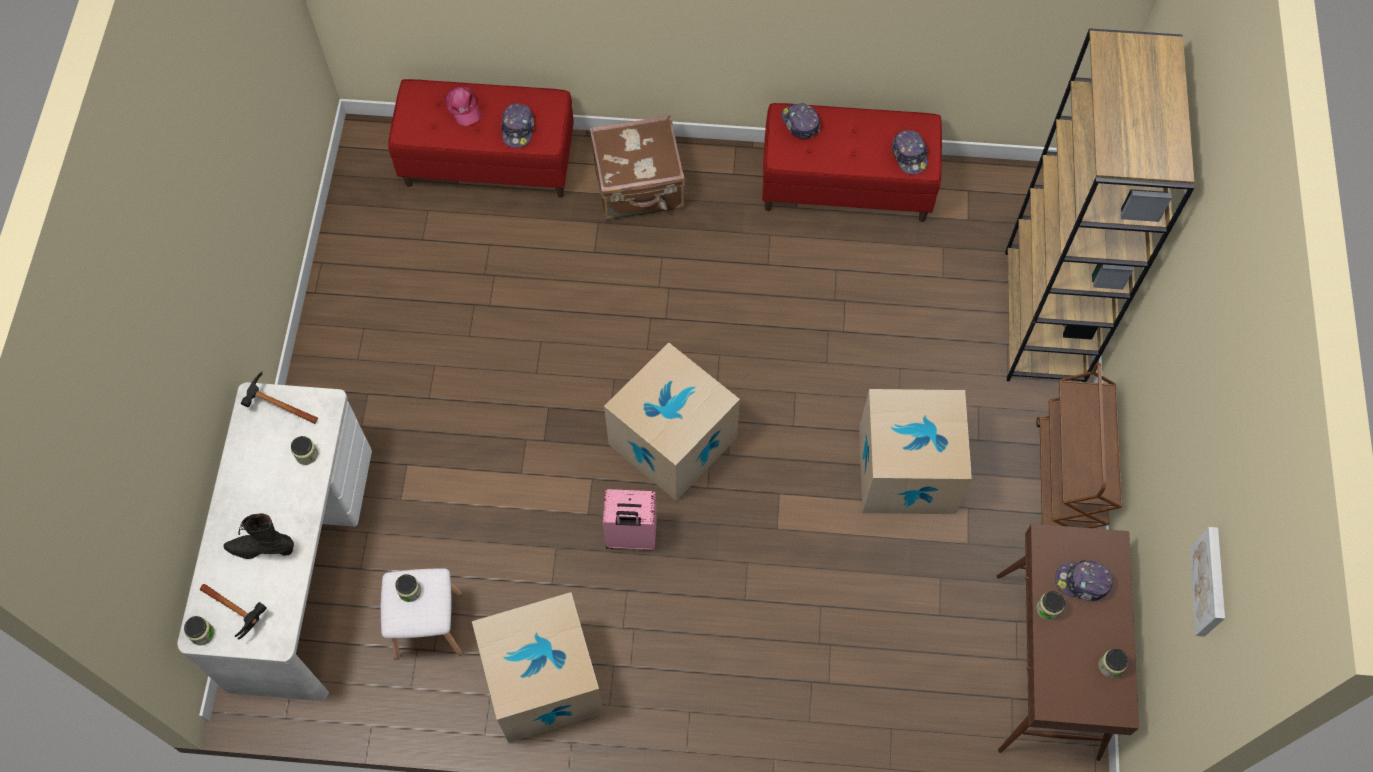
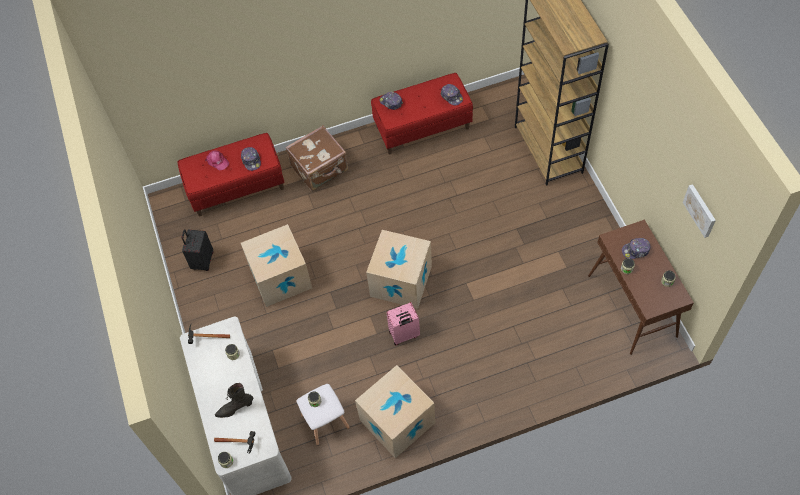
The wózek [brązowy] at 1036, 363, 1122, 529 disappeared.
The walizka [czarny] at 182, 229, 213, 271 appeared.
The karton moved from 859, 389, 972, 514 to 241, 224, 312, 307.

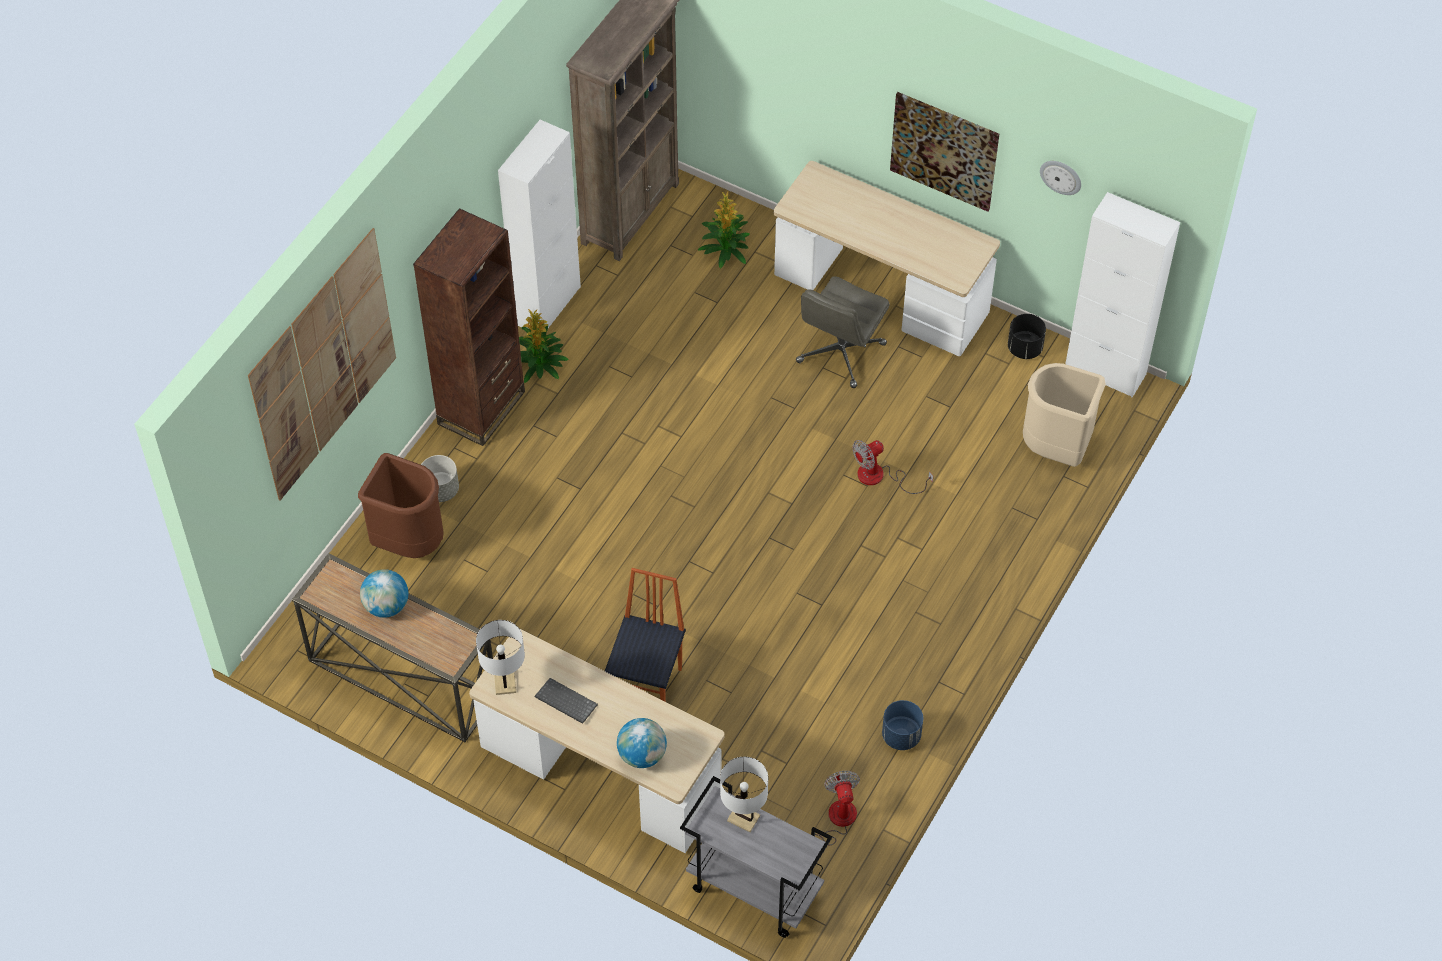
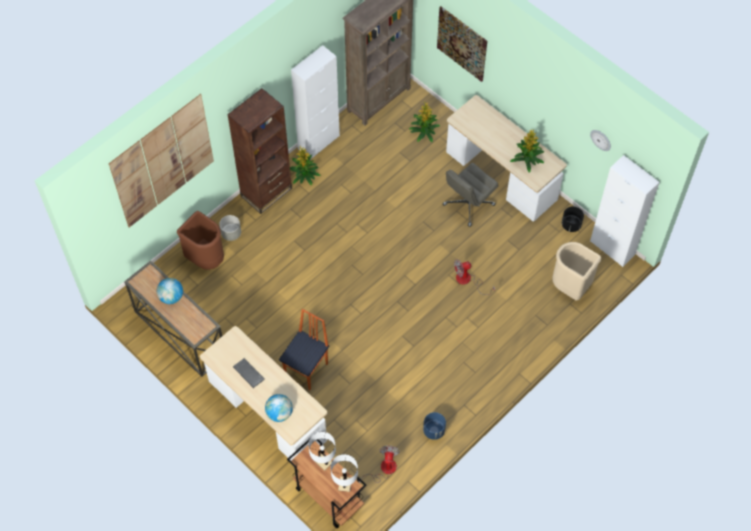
The roślina doniczkowa at 510, 130, 544, 173 appeared.
The lampa stołowa [biały] moved from 476, 620, 525, 695 to 331, 454, 358, 492.
The obraz moved from 890, 92, 999, 212 to 437, 6, 487, 82.
The wózek [szary] at 680, 776, 832, 938 became the wózek [brązowy] at 287, 439, 367, 528.

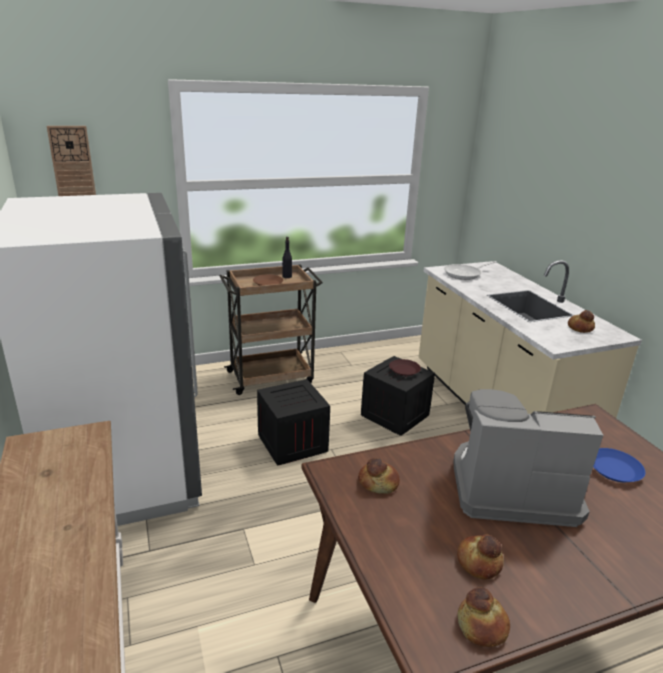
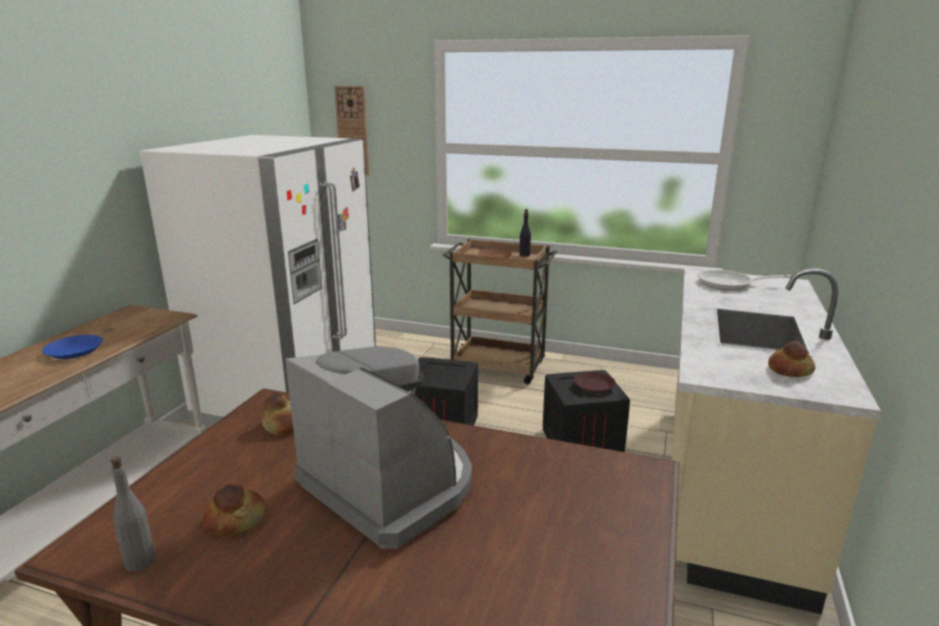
The talerz [niebieski] moved from 593, 448, 645, 482 to 42, 335, 103, 359.
The chleb at 458, 587, 510, 647 was replaced by the butelka [szary] at 111, 456, 156, 572.

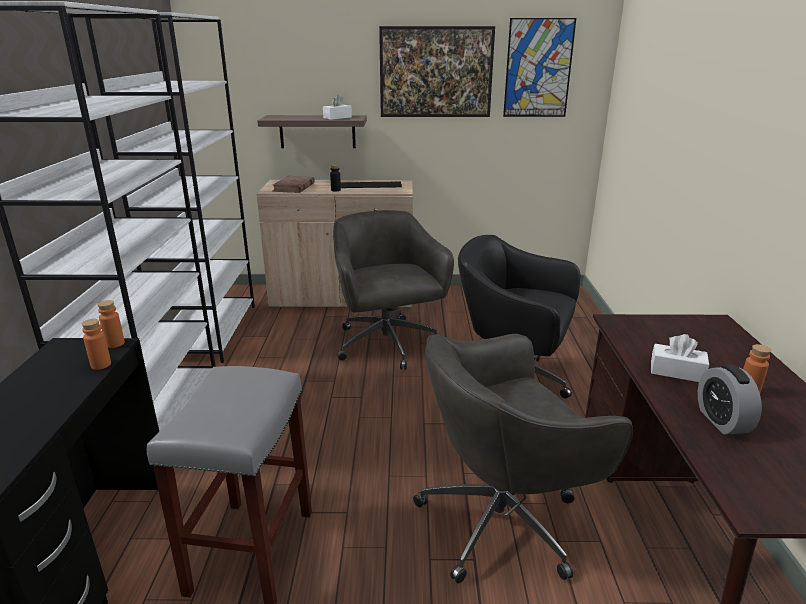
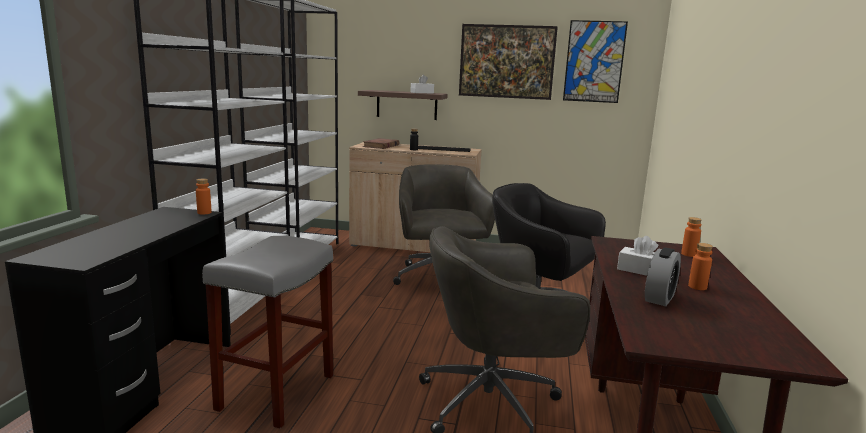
The butelka [pomarańczowy] moved from 82, 319, 111, 370 to 681, 217, 702, 257.
The budzik at 698, 364, 762, 434 turned 150 degrees counterclockwise.

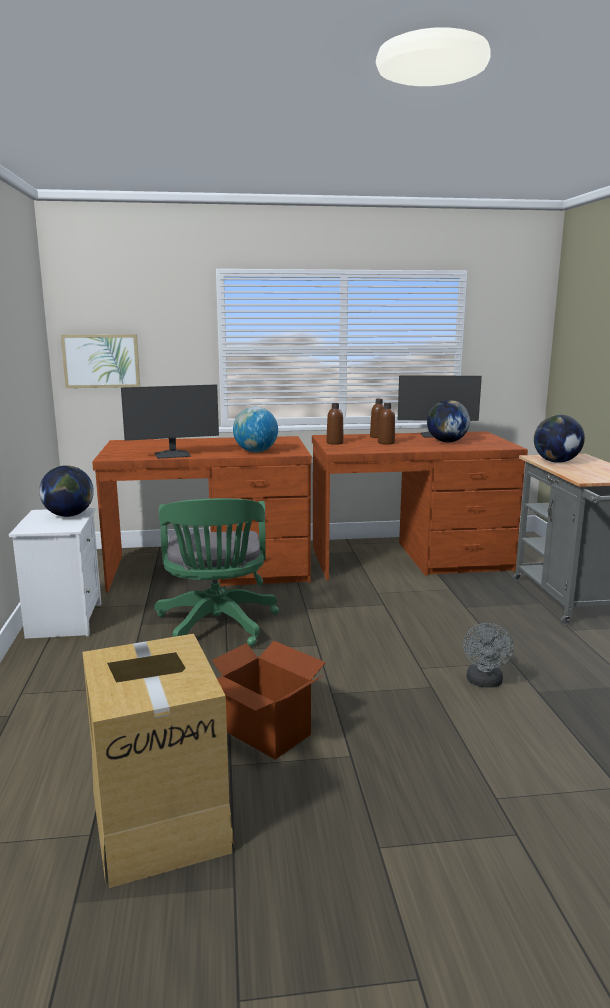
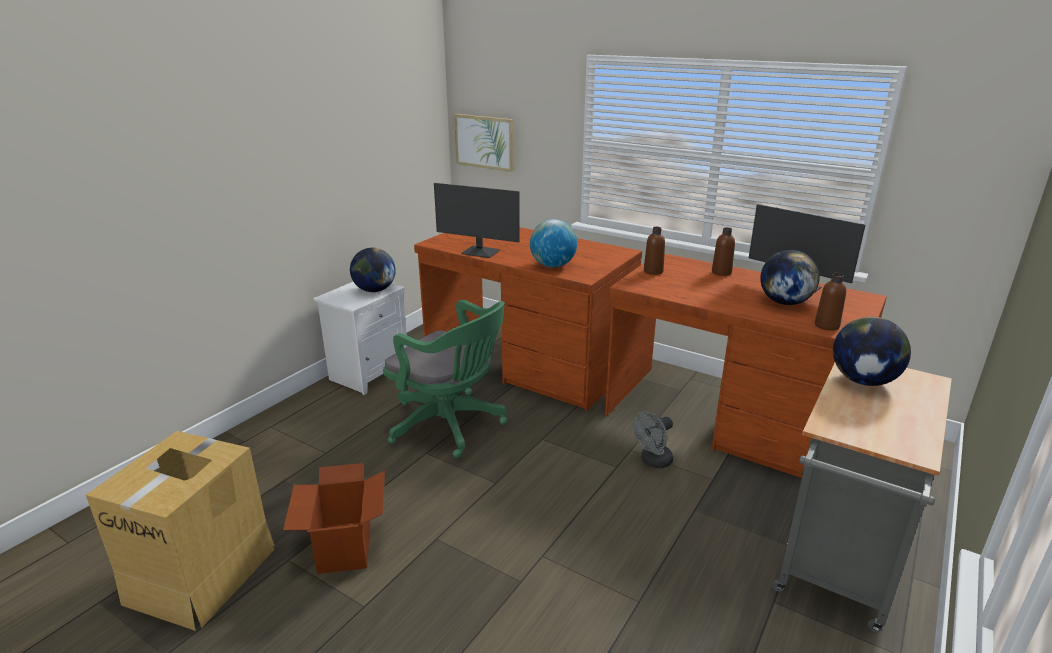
The butelka [brązowy] moved from 378, 403, 395, 445 to 815, 273, 846, 331.
The wentylator [szary] moved from 463, 623, 514, 688 to 633, 411, 673, 468.
The krzesło biurowe [zielony] at 155, 498, 279, 646 turned 90 degrees counterclockwise.

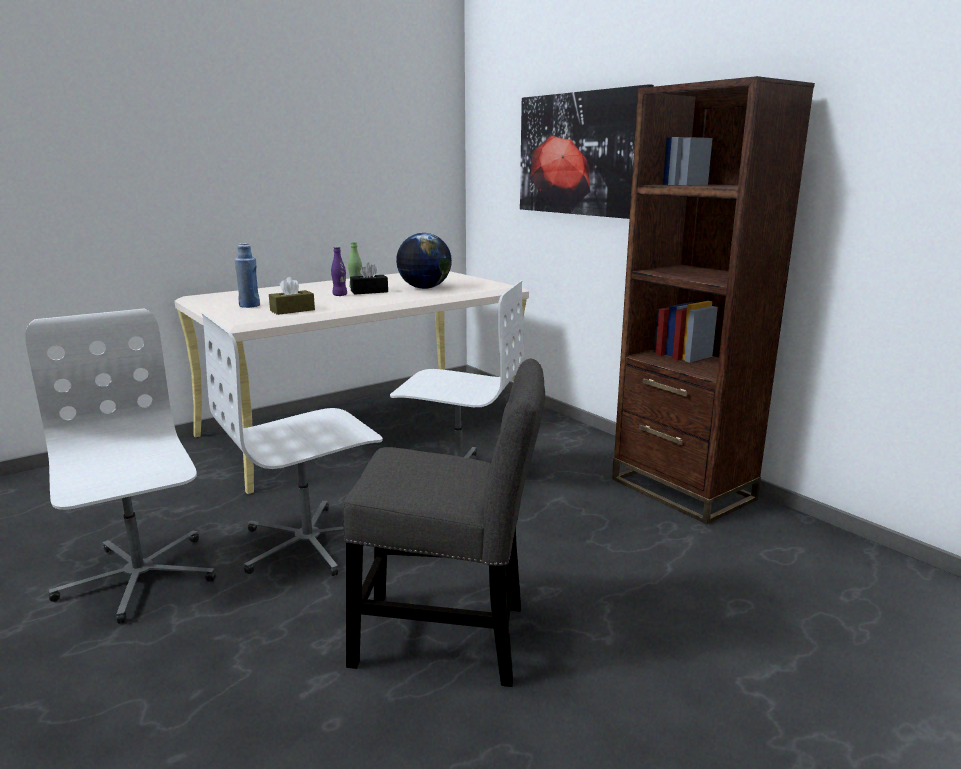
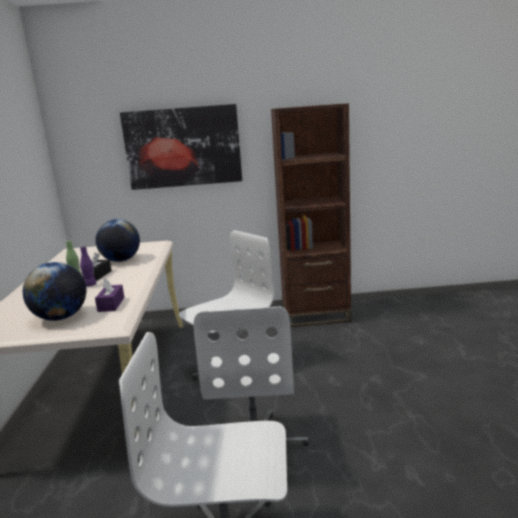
The krzesło [szary] at 343, 358, 545, 687 disappeared.
The butelka [niebieski] at 235, 243, 260, 308 was replaced by the globus at 23, 262, 87, 321.
The pudełko chusteczek [brązowy] at 269, 277, 315, 315 became the pudełko chusteczek [fioletowy] at 95, 278, 124, 312.

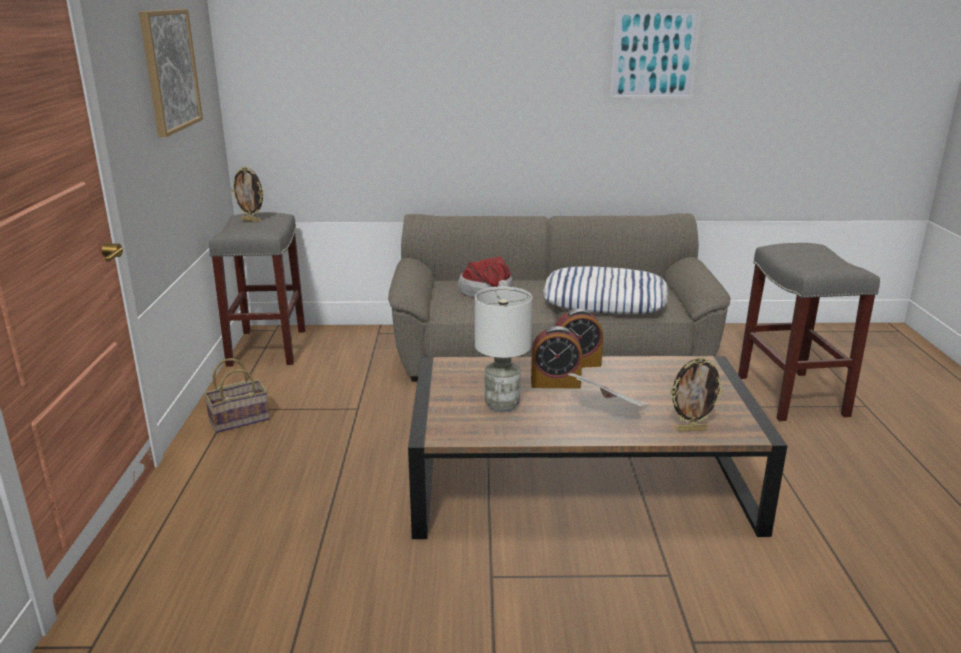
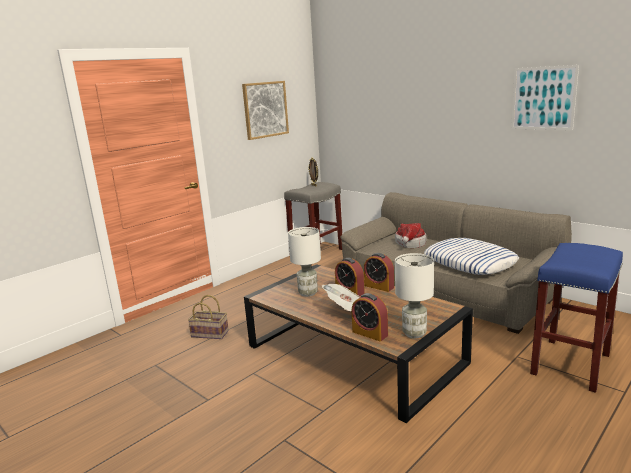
The lampa stołowa [biały] at 395, 253, 434, 338 appeared.
The koszyk moved from 204, 358, 270, 433 to 188, 295, 229, 339.
The ramka na zdjęcie at 670, 357, 724, 431 was replaced by the budzik at 352, 293, 388, 341.
The stołek [szary] at 738, 243, 880, 421 became the stołek [niebieski] at 530, 243, 623, 393.

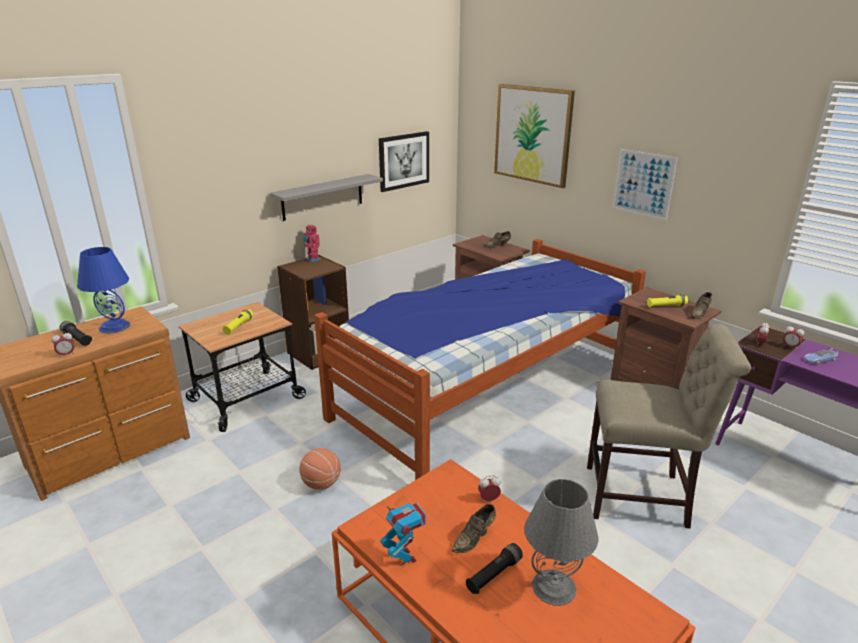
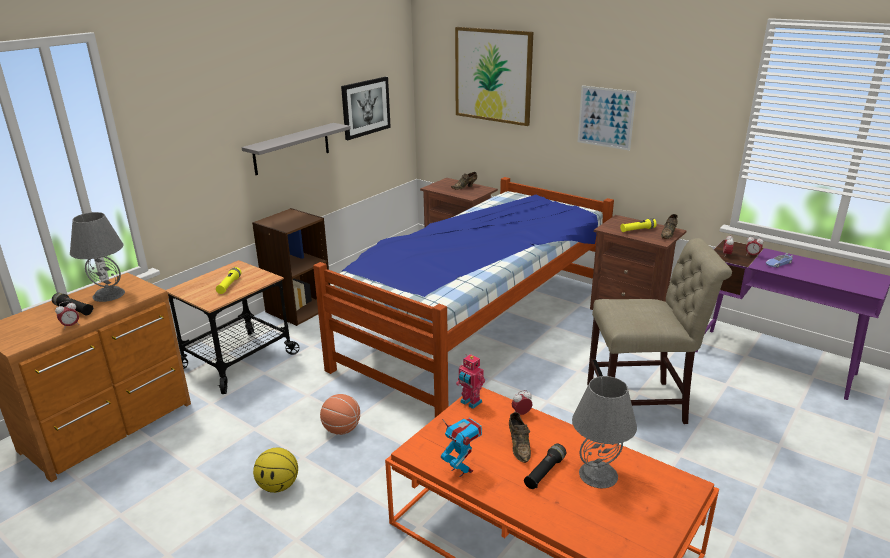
The piłka do koszykówki at 253, 448, 298, 493 appeared.
The robot zabawkowy moved from 303, 224, 321, 262 to 456, 354, 485, 409.
The lampa stołowa [niebieski] at 77, 247, 130, 333 became the lampa stołowa [szary] at 70, 212, 125, 302.
The but [brązowy] at 451, 504, 496, 553 turned 45 degrees counterclockwise.

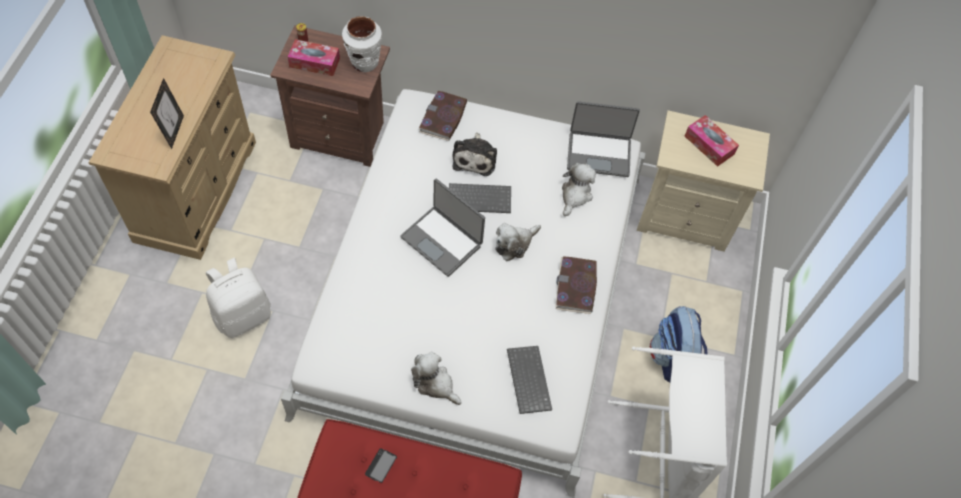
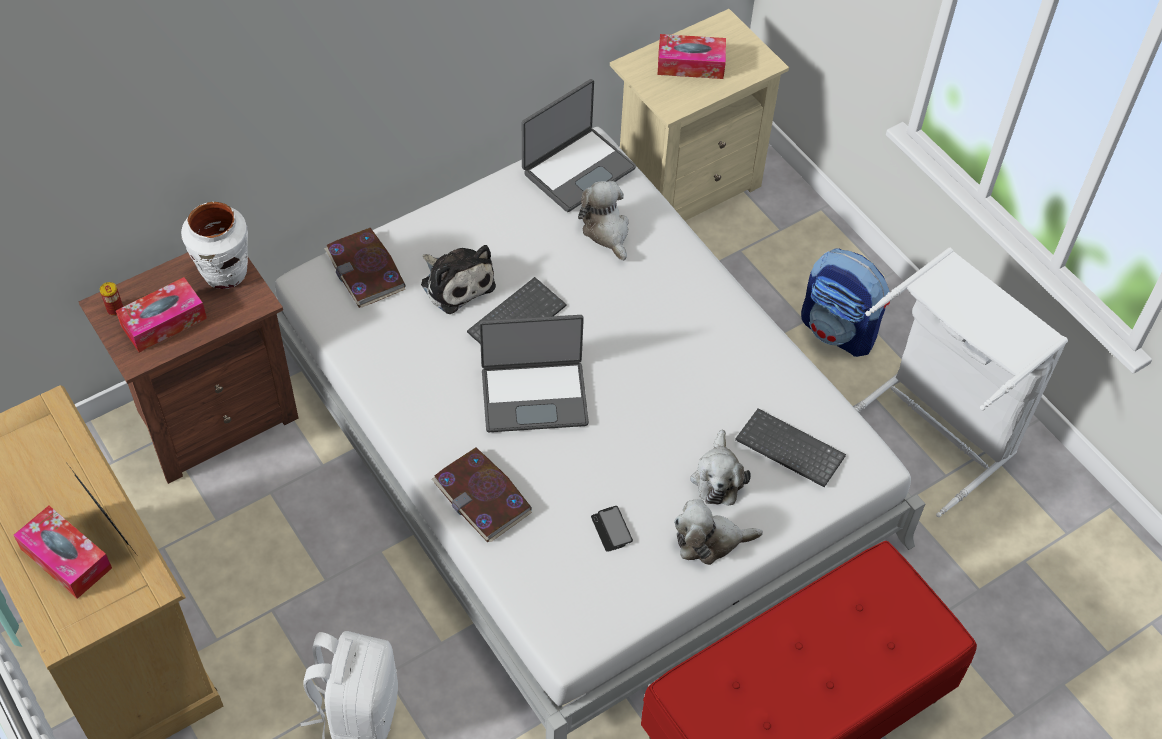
The pudełko chusteczek at 13, 506, 112, 599 appeared.
The telefon moved from 365, 449, 397, 483 to 591, 506, 633, 552.
The pluszak moved from 495, 223, 541, 261 to 690, 430, 751, 505.
The książka moved from 555, 256, 597, 314 to 432, 447, 532, 542.

